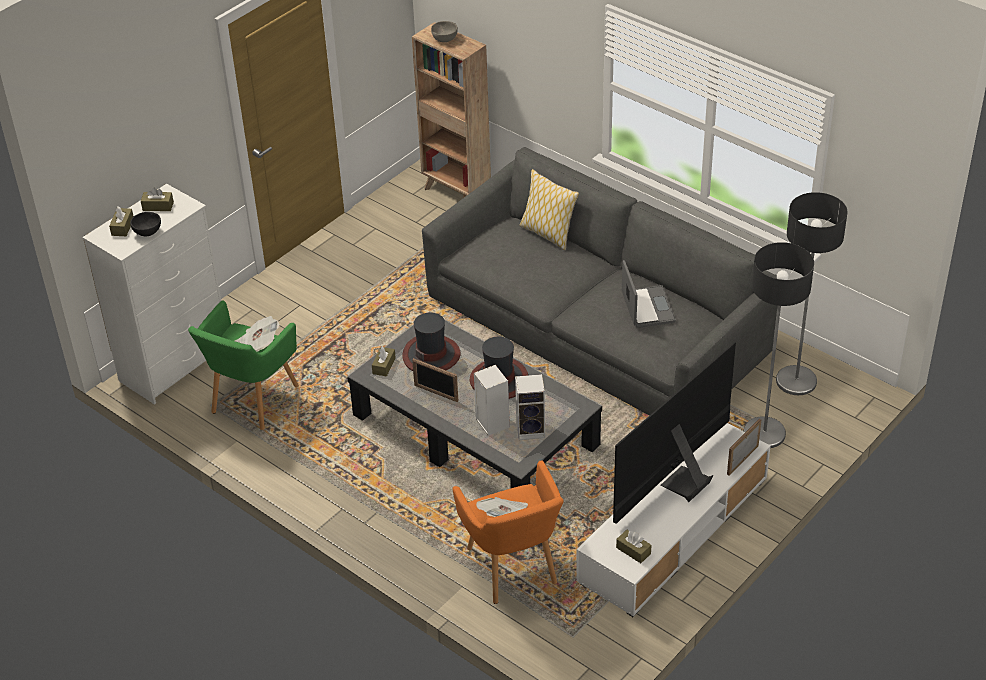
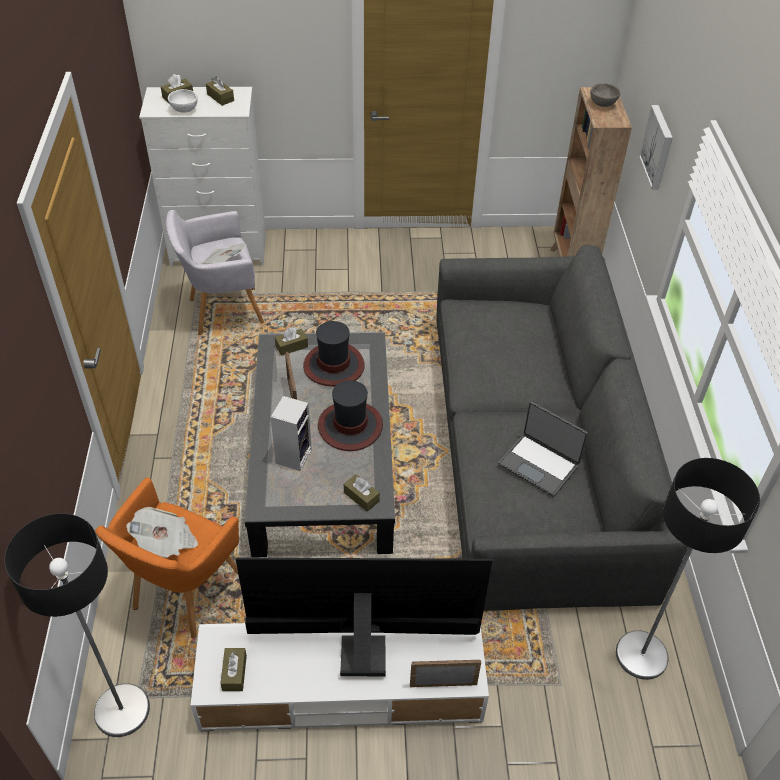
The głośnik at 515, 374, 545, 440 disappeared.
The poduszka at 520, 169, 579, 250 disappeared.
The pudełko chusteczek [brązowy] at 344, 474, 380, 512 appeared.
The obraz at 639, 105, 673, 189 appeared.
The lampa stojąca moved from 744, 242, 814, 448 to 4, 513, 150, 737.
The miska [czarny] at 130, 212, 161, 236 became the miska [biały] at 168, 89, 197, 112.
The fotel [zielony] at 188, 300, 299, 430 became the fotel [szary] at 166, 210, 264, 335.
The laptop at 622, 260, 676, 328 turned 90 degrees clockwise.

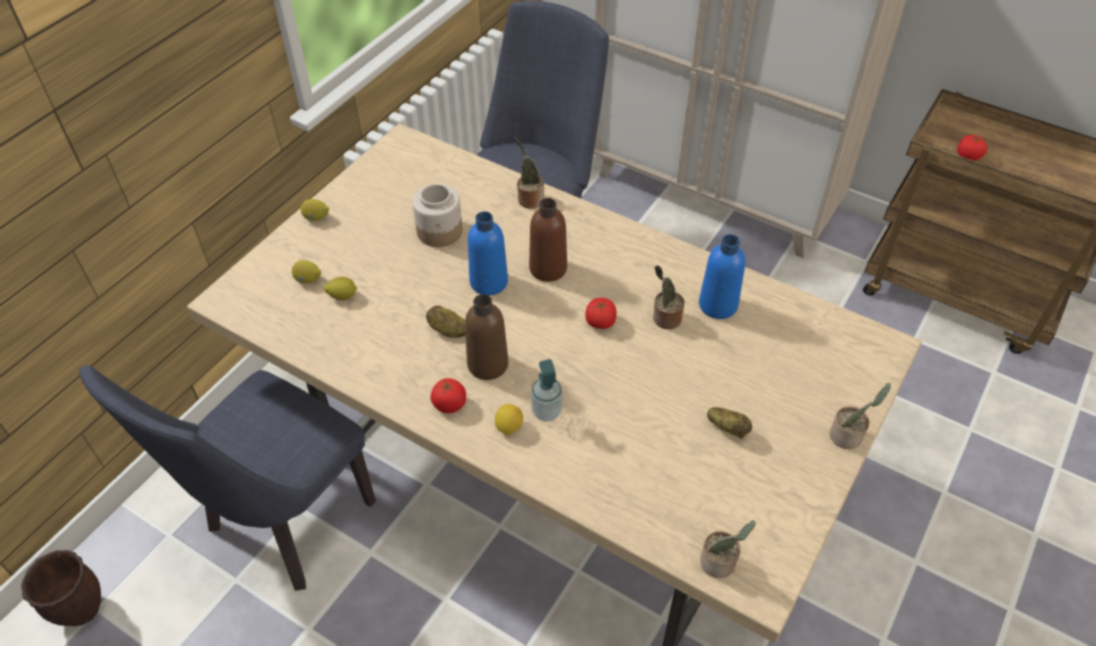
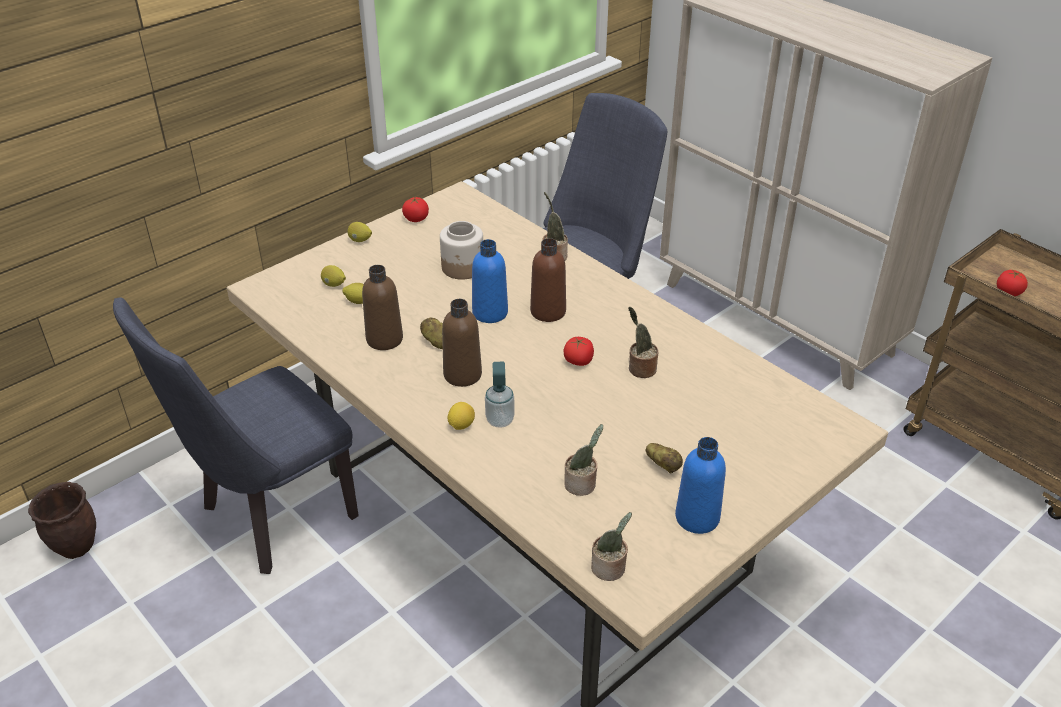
The butelka [brązowy] at 362, 265, 403, 350 appeared.
The pomidor moved from 430, 378, 466, 413 to 402, 197, 429, 222.
The butelka [niebieski] moved from 699, 234, 745, 319 to 675, 437, 726, 534.
The roślina doniczkowa moved from 830, 383, 891, 449 to 564, 424, 603, 496.

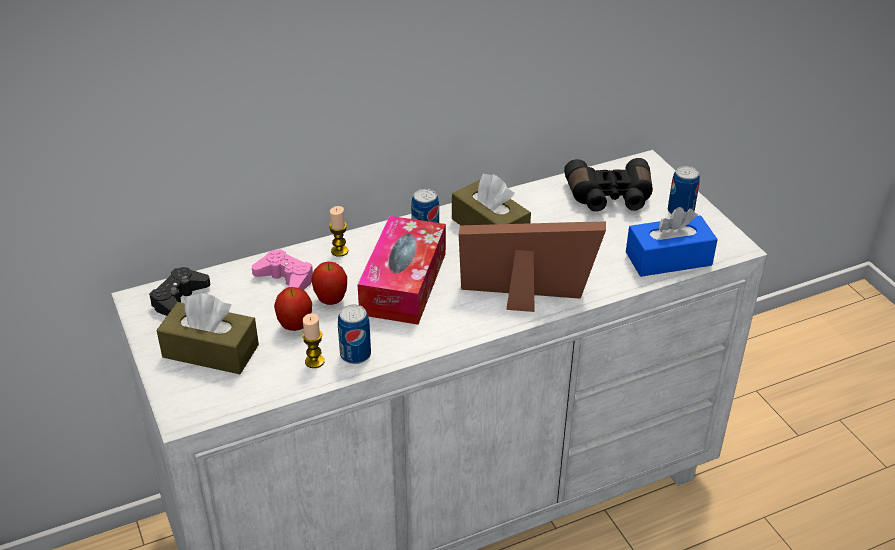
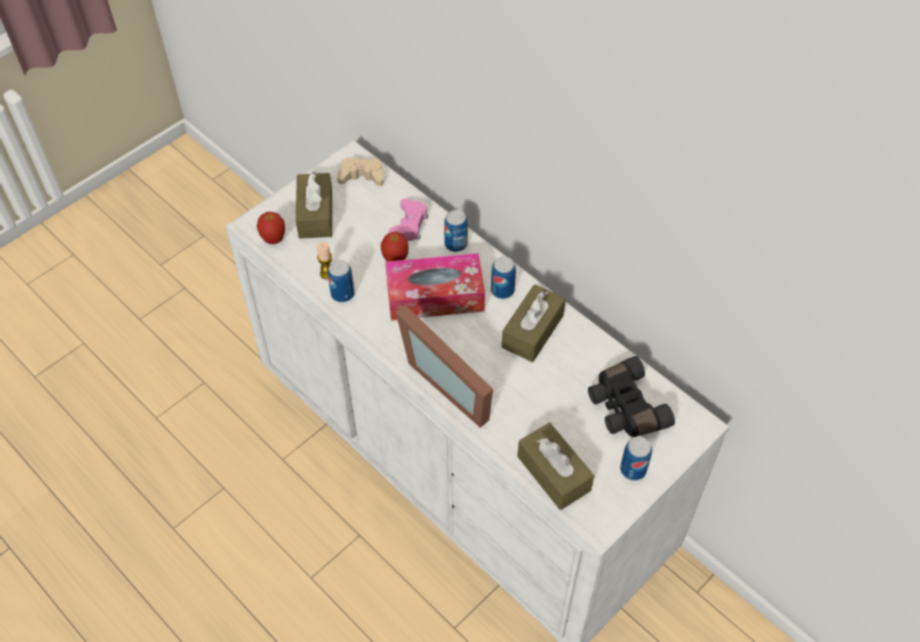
The jabłko moved from 274, 287, 312, 331 to 257, 212, 285, 244.
The świeca at 329, 206, 348, 257 was replaced by the puszka at 444, 210, 468, 252.
The pad do gier [czarny] at 149, 267, 210, 316 became the pad do gier [beżowy] at 337, 157, 384, 186.
The pudełko chusteczek [niebieski] at 626, 207, 718, 277 became the pudełko chusteczek [brązowy] at 517, 422, 594, 510.
The ramka na zdjęcie at 459, 221, 606, 312 turned 150 degrees clockwise.

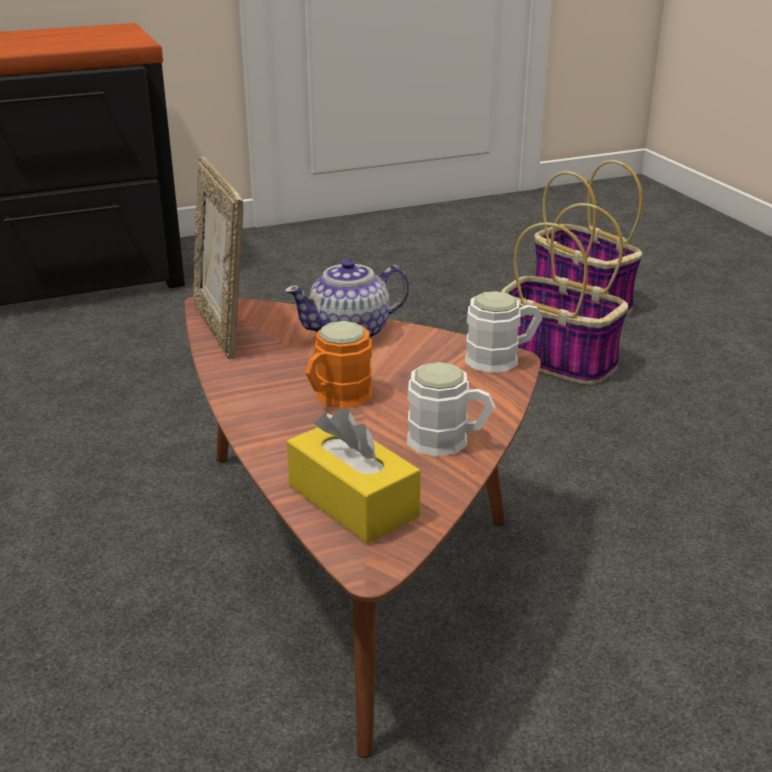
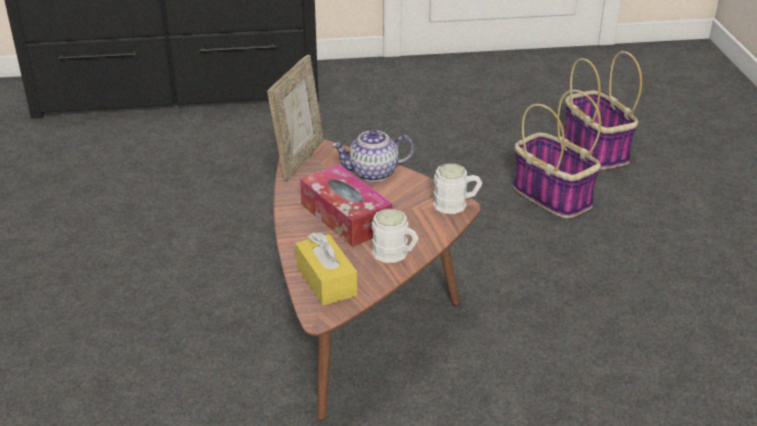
The kubek [pomarańczowy] at 305, 321, 373, 408 was replaced by the pudełko chusteczek at 300, 164, 392, 247.
The ramka na zdjęcie at 193, 157, 243, 359 turned 150 degrees counterclockwise.

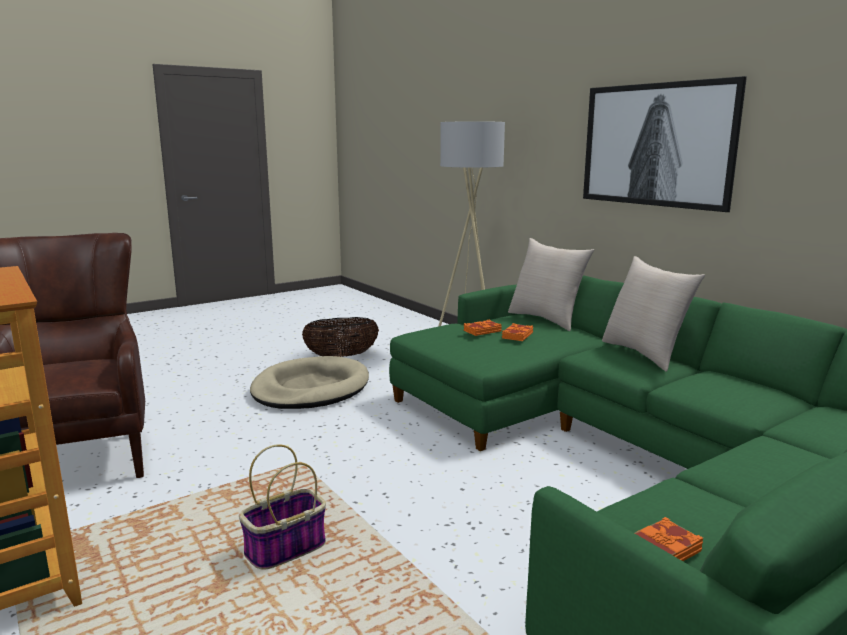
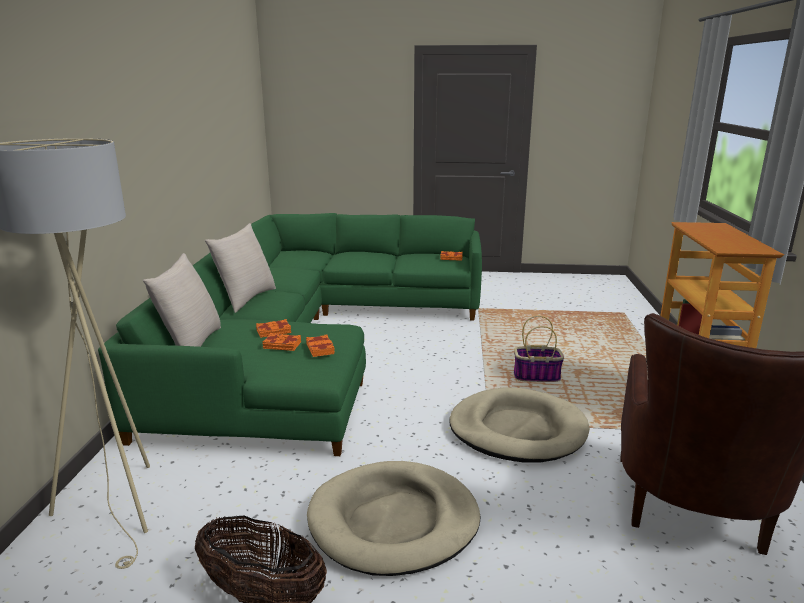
The obraz at 583, 76, 747, 212 disappeared.
The książka [pomarańczowy] at 306, 334, 335, 357 appeared.
The legowisko [beżowy] at 449, 387, 590, 463 appeared.

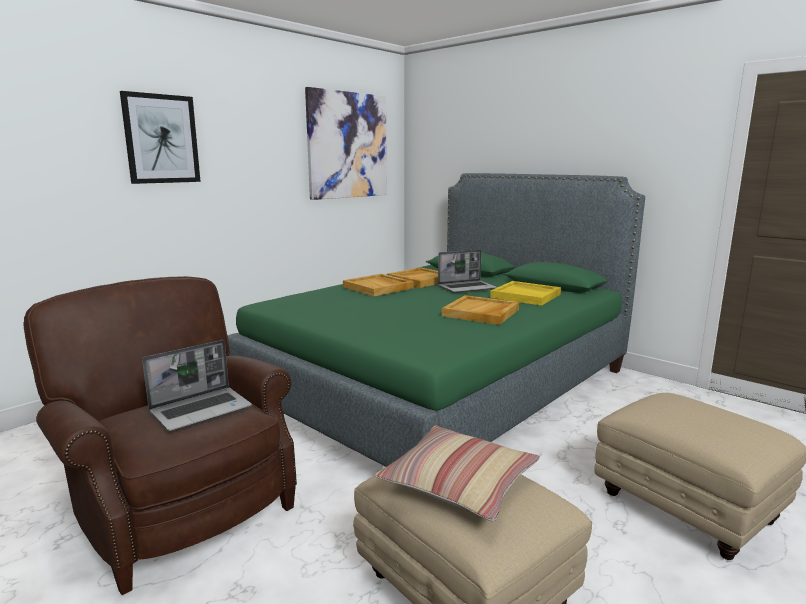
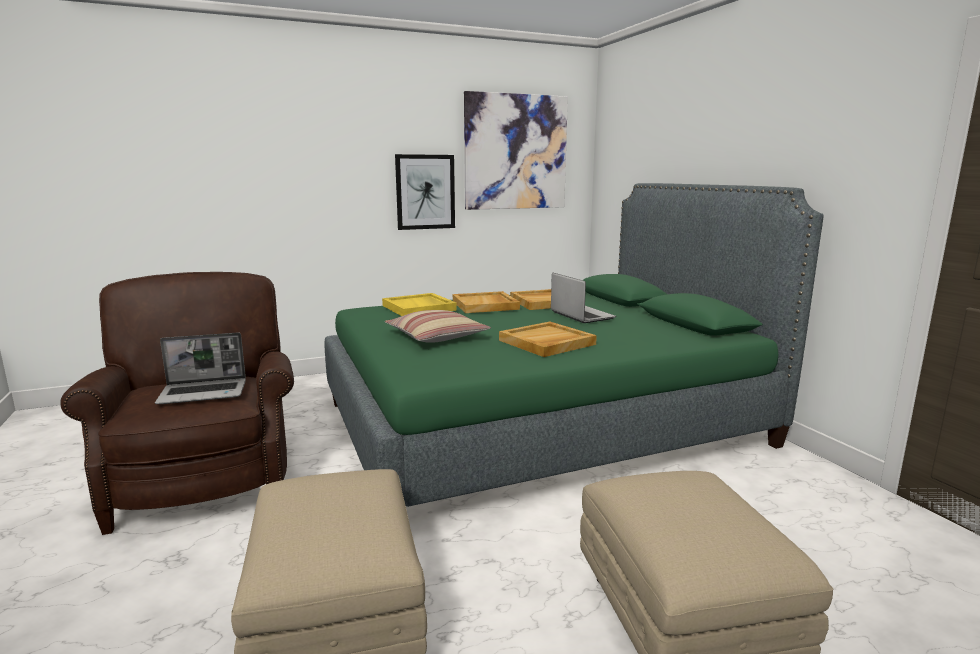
The obraz moved from 120, 91, 201, 184 to 395, 154, 455, 230.
The poduszka moved from 375, 426, 540, 521 to 385, 310, 491, 343.
The taca [żółty] moved from 490, 281, 561, 306 to 382, 293, 457, 316.
The laptop at 438, 250, 497, 293 turned 120 degrees counterclockwise.

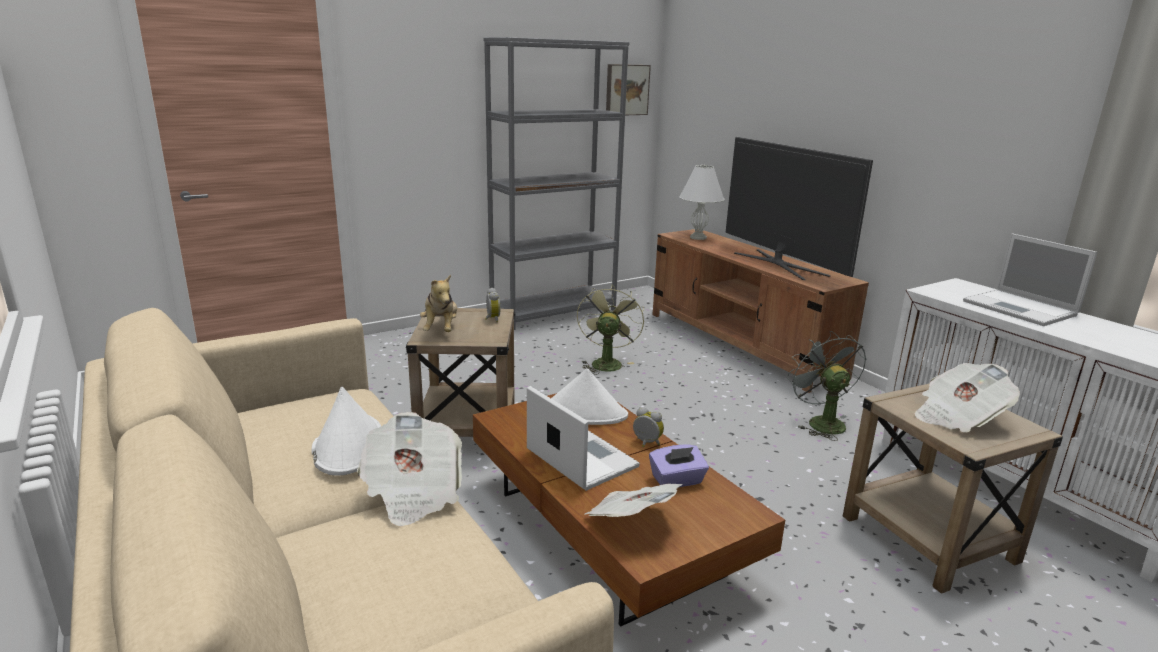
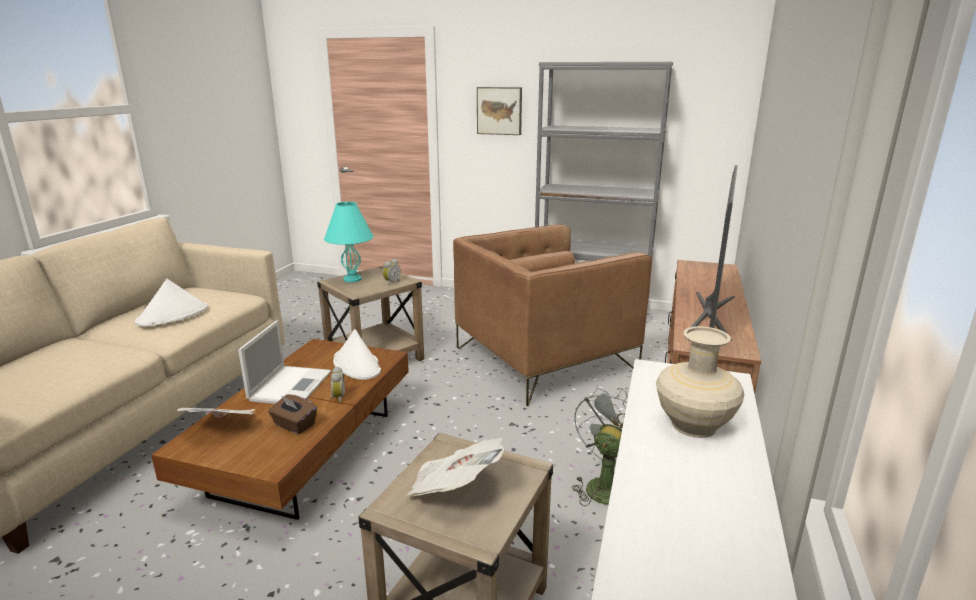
The gazeta at 357, 412, 462, 527 disappeared.
The lampa stołowa [biały] at 679, 165, 724, 240 disappeared.
The obraz moved from 606, 64, 651, 115 to 477, 87, 522, 135.
The pluszak at 420, 275, 457, 332 was replaced by the lampa stołowa [turkusowy] at 324, 202, 374, 282.
The wentylator [zielony] at 577, 285, 644, 375 was replaced by the fotel [brązowy] at 453, 224, 652, 406.
The laptop at 963, 233, 1097, 326 was replaced by the wazon [beżowy] at 656, 326, 744, 438.
The pudełko chusteczek [fioletowy] at 649, 444, 709, 487 became the pudełko chusteczek [brązowy] at 268, 395, 317, 434.

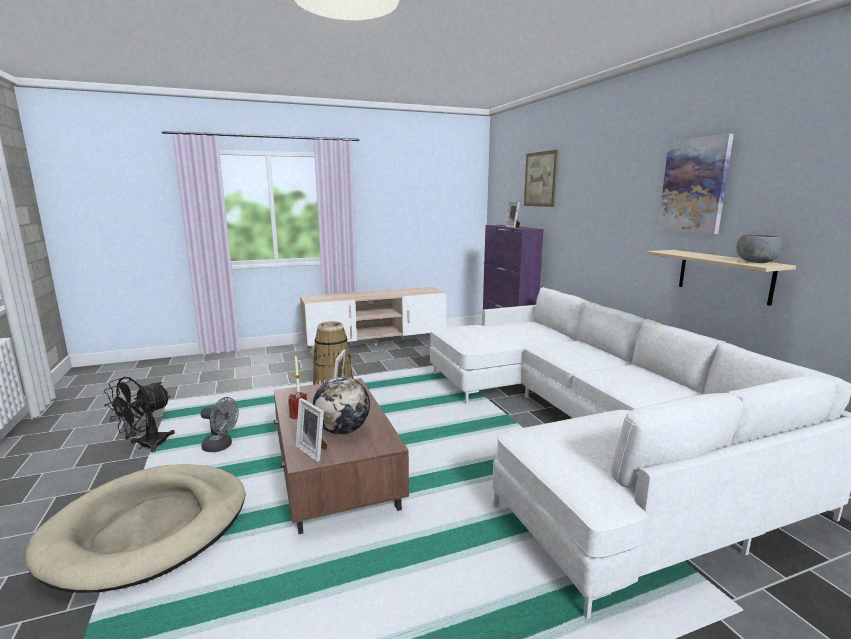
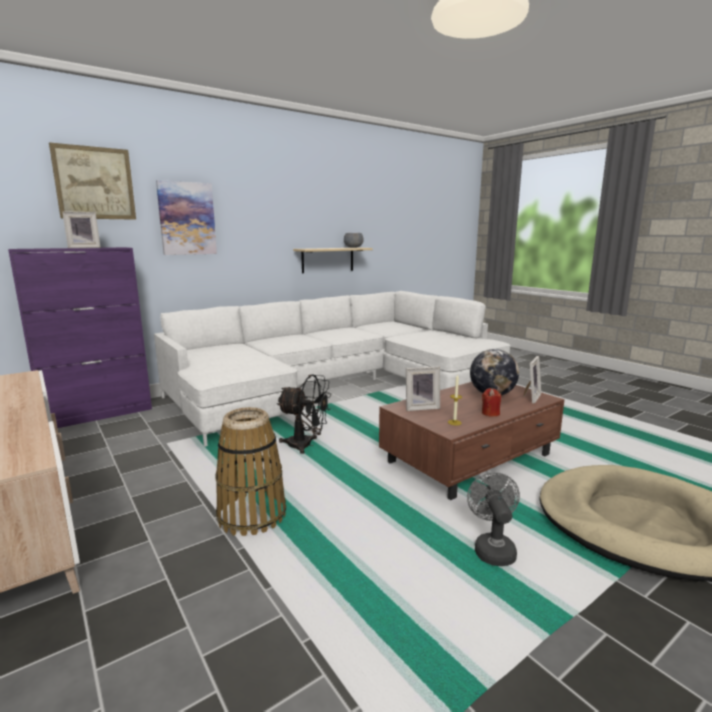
The wentylator [czarny] moved from 104, 377, 175, 452 to 277, 374, 331, 454.
The obraz moved from 658, 134, 734, 234 to 156, 180, 217, 255.

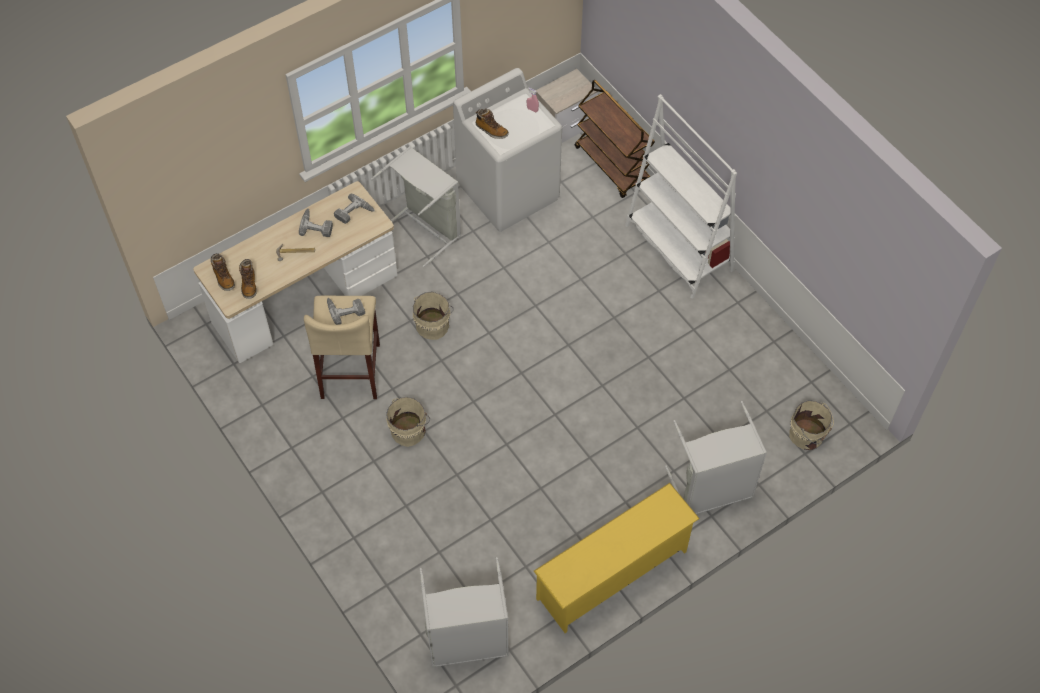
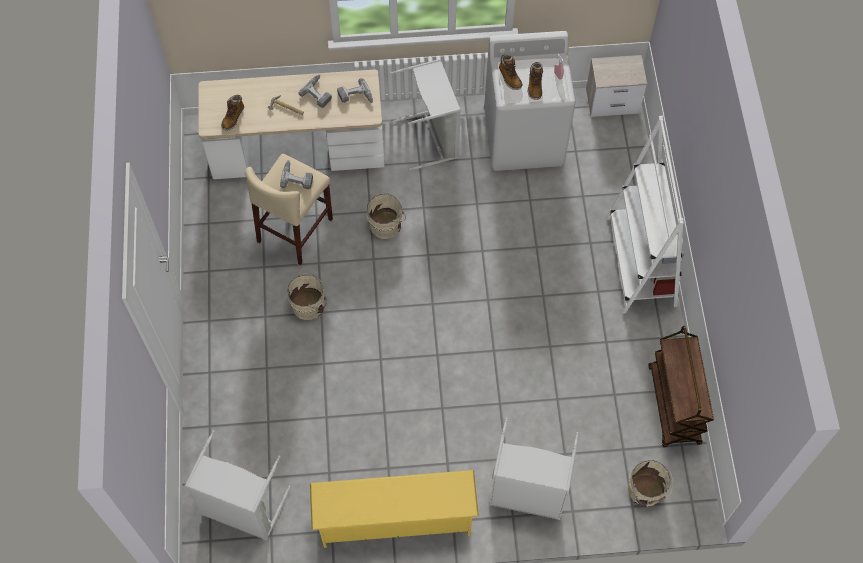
The but z cholewką moved from 211, 253, 235, 291 to 528, 62, 543, 100.
The wózek [brązowy] moved from 575, 80, 655, 198 to 648, 326, 714, 447.

